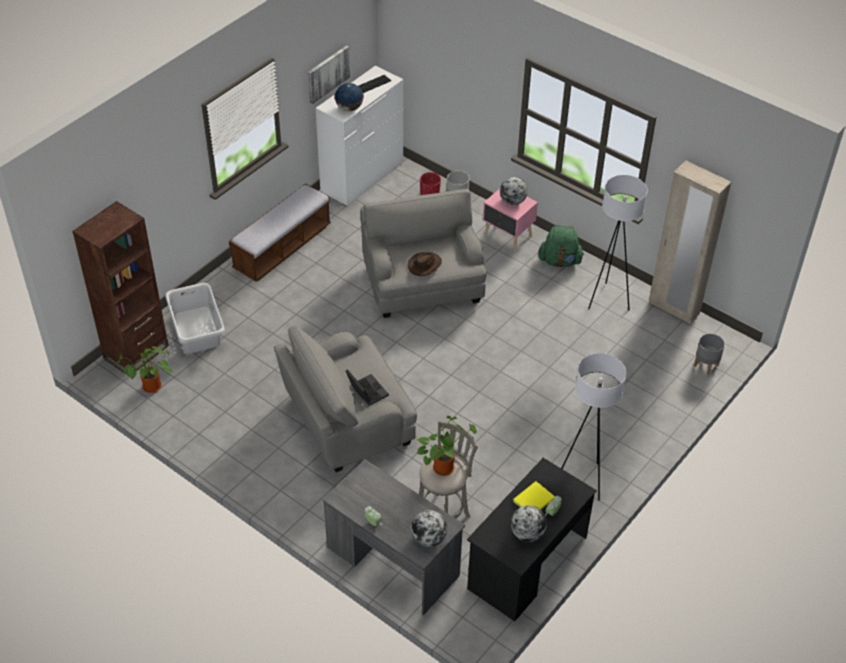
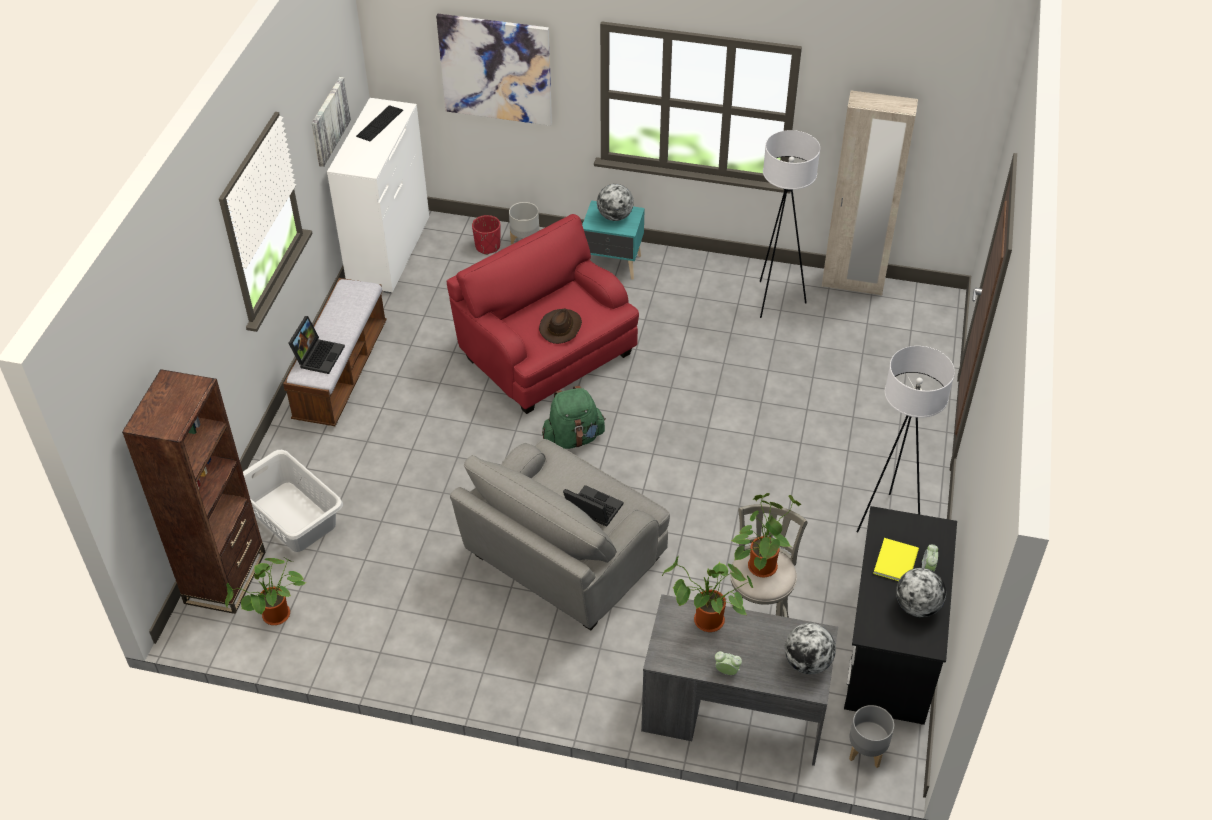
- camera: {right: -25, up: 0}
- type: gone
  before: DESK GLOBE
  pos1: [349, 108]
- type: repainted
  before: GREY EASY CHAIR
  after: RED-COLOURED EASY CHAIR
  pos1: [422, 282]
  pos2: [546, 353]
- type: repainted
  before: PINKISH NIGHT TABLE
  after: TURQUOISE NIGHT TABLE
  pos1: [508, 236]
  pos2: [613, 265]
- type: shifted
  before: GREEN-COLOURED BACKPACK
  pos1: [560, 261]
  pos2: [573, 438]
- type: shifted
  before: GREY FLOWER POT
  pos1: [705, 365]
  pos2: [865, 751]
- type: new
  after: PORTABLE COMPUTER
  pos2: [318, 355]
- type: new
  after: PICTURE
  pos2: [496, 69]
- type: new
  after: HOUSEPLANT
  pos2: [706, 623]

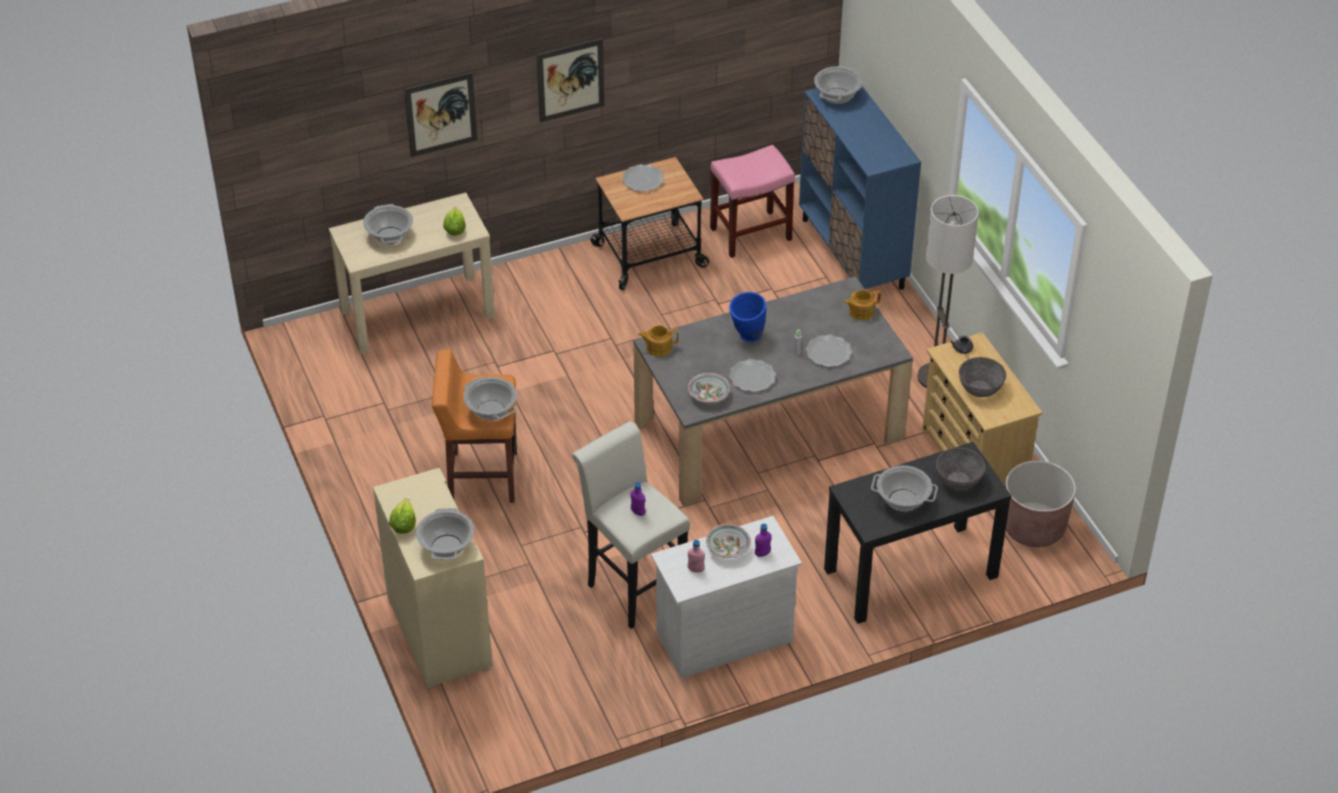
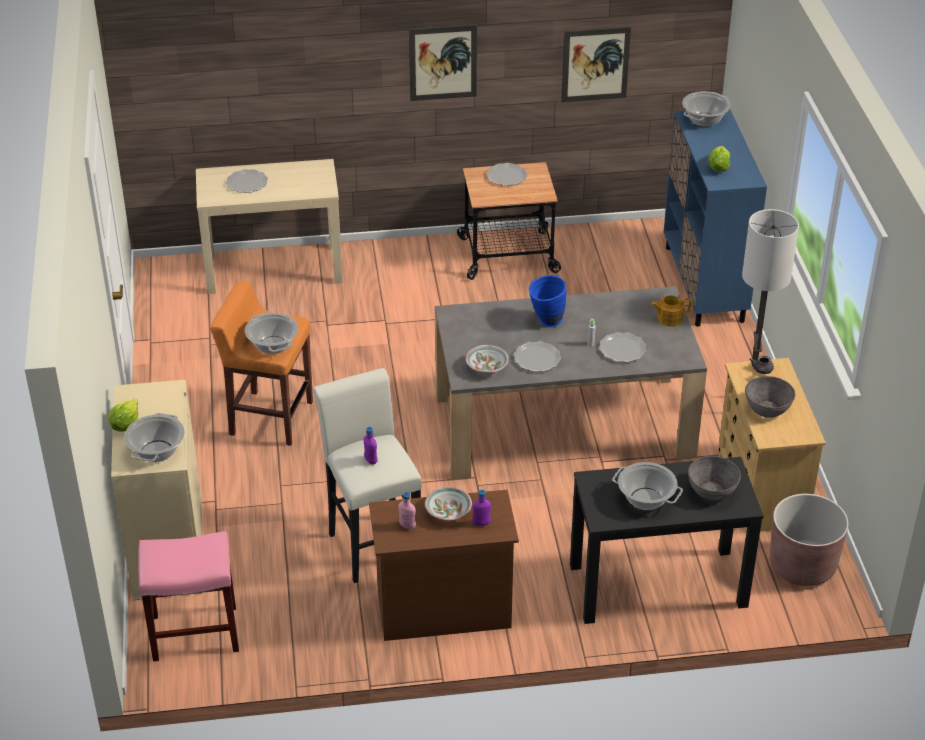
- camera: {right: 15, up: -5}
- type: swapped
  before: COOKING POT
  after: FLAT DISH
  pos1: [389, 236]
  pos2: [247, 183]
- type: shifted
  before: PICTURE
  pos1: [441, 114]
  pos2: [595, 64]
- type: shifted
  before: HEAD OF LETTUCE
  pos1: [455, 230]
  pos2: [718, 167]
- type: gone
  before: TEAPOT
  pos1: [658, 347]
- type: repainted
  before: WHITISH CHEST OF DRAWERS
  after: BROWN-COLOURED CHEST OF DRAWERS
  pos1: [723, 637]
  pos2: [443, 609]
- type: shifted
  before: PINKISH STOOL SEAT
  pos1: [751, 233]
  pos2: [196, 632]

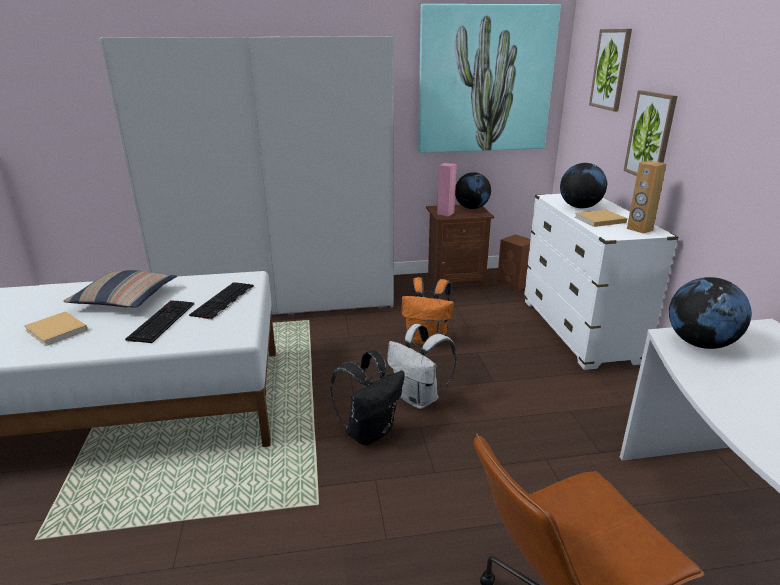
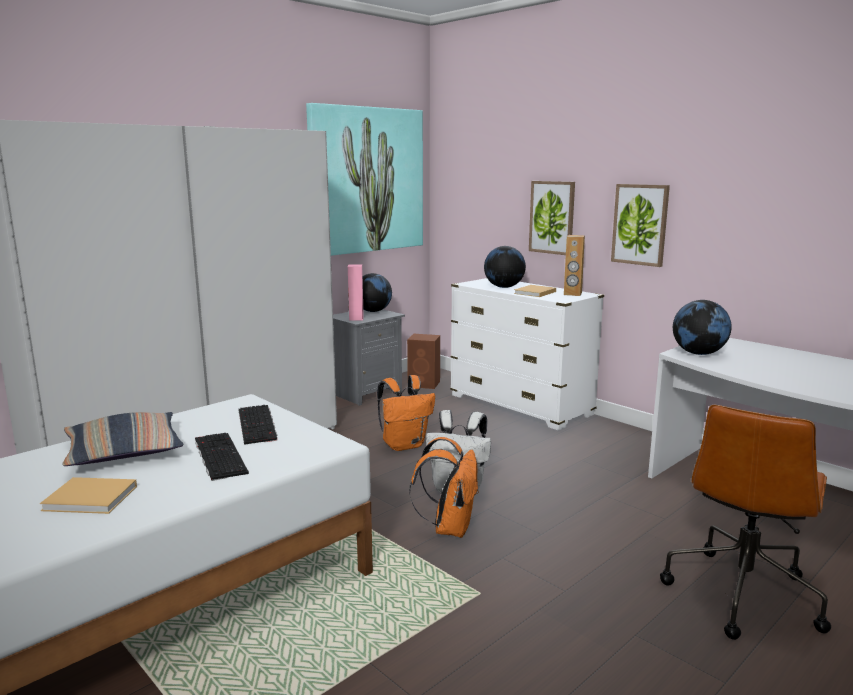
- camera: {right: -35, up: -10}
- type: repainted
  before: BLACK BACKPACK
  after: ORANGE-COLOURED BACKPACK
  pos1: [369, 432]
  pos2: [450, 527]
- type: repainted
  before: BROWN-COLOURED NIGHT TABLE
  after: GREY NIGHT TABLE
  pos1: [455, 280]
  pos2: [366, 393]
- type: shifted
  before: PICTURE
  pos1: [611, 69]
  pos2: [640, 224]

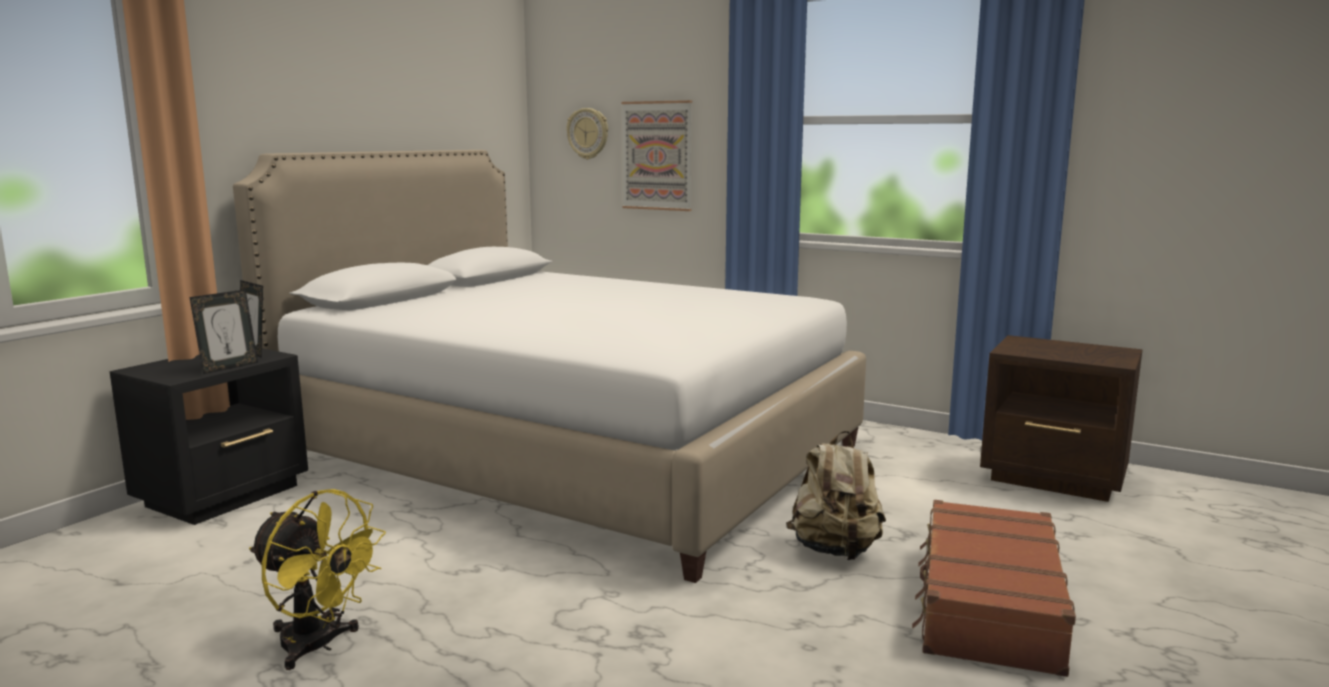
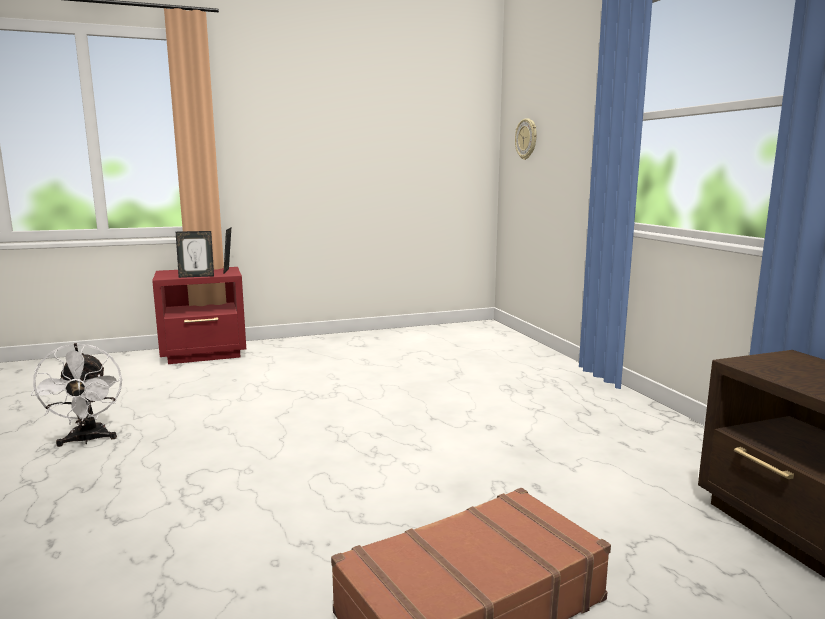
- camera: {right: 40, up: 0}
- type: repainted
  before: BLACK NIGHT TABLE
  after: RED-COLOURED NIGHT TABLE
  pos1: [226, 495]
  pos2: [205, 354]
- type: gone
  before: WHITISH SLEEPING BED
  pos1: [569, 454]
- type: repainted
  before: YELLOWISH COOLING FAN
  after: WHITISH COOLING FAN
  pos1: [319, 646]
  pos2: [87, 440]
- type: gone
  before: PICTURE
  pos1: [657, 156]
- type: gone
  before: BEIGE-COLOURED BACKPACK
  pos1: [835, 551]

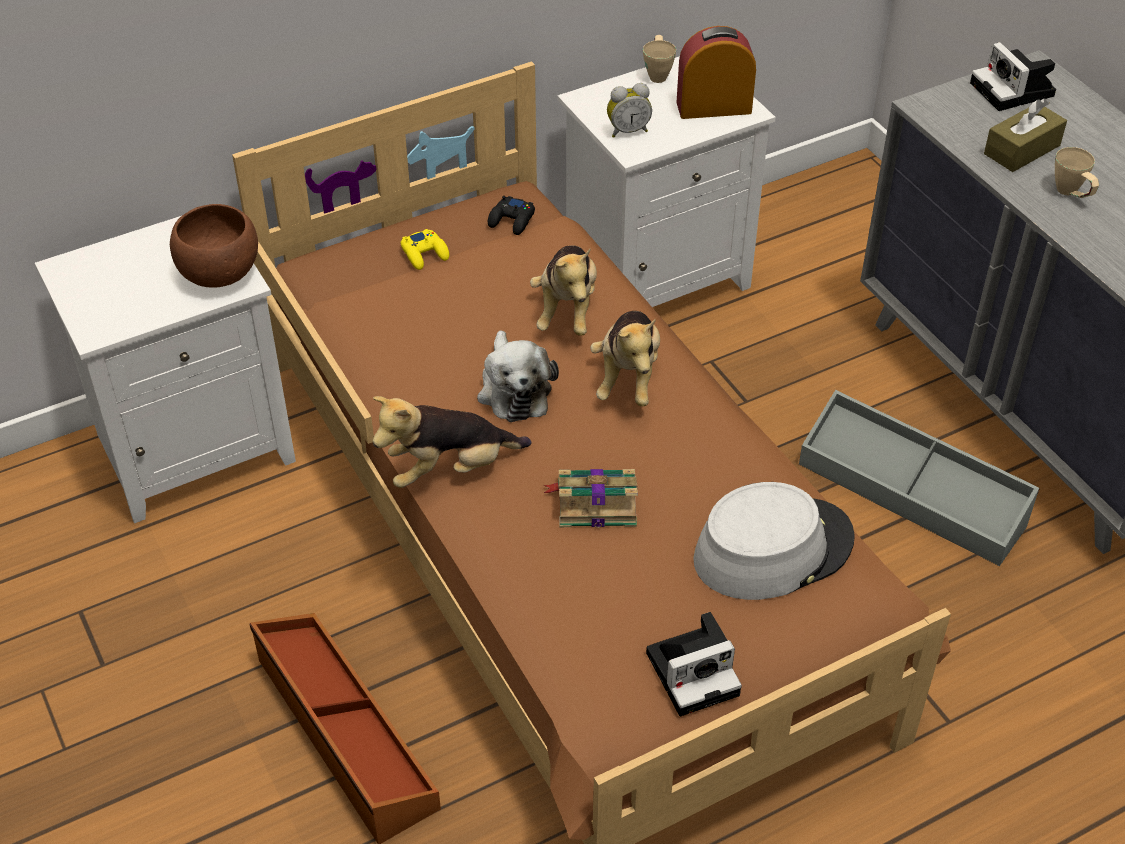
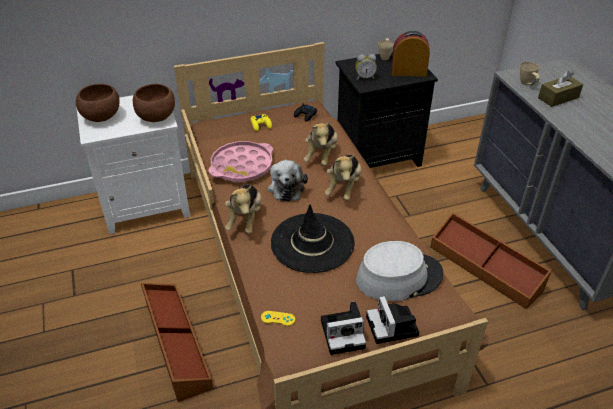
- camera: {right: 10, up: -5}
- type: rotated
  before: PLUSH TOY
  pos1: [450, 469]
  pos2: [245, 219]
  turn: -75
- type: swapped
  before: BOOK
  after: BLACK HAT
  pos1: [594, 502]
  pos2: [312, 243]
- type: repainted
  before: WHITISH NIGHT TABLE
  after: BLACK NIGHT TABLE
  pos1: [657, 275]
  pos2: [378, 156]
- type: repainted
  before: GREY STORAGE BOX
  after: BROWN-COLOURED STORAGE BOX
  pos1: [912, 493]
  pos2: [485, 268]
- type: shifted
  before: PHOTO CAMERA
  pos1: [1014, 91]
  pos2: [393, 327]
- type: shifted
  before: BEIGE-COLOURED MUG
  pos1: [1072, 194]
  pos2: [527, 84]
- type: new
  after: BROWN-COLOURED SERVING BOWL
  pos2: [101, 117]
- type: new
  after: PINKISH SERVING TRAY
  pos2: [242, 166]
- type: new
  after: YELLOWISH GAME CONTROLLER
  pos2: [278, 318]

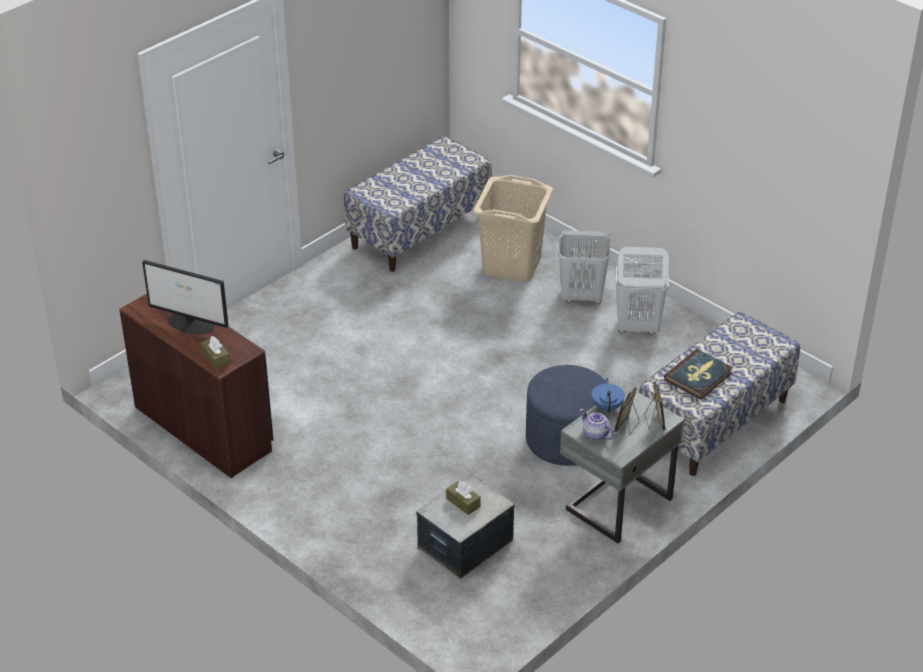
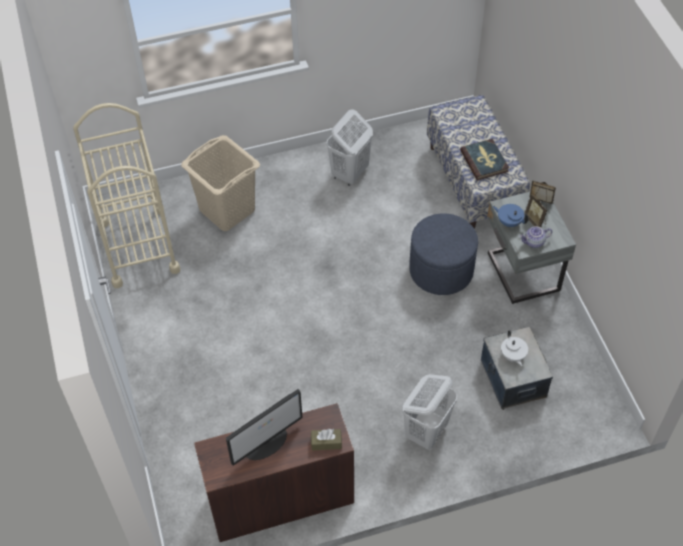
- camera: {right: -60, up: 15}
- type: swapped
  before: LONG SEAT
  after: BEIGE-COLOURED TROLLEY
  pos1: [419, 230]
  pos2: [138, 246]
- type: swapped
  before: BROWN-COLOURED TISSUE HOLDER
  after: WHITISH TEAPOT
  pos1: [463, 502]
  pos2: [512, 356]
- type: shifted
  before: WHITISH LAUNDRY BASKET
  pos1: [582, 296]
  pos2: [426, 431]

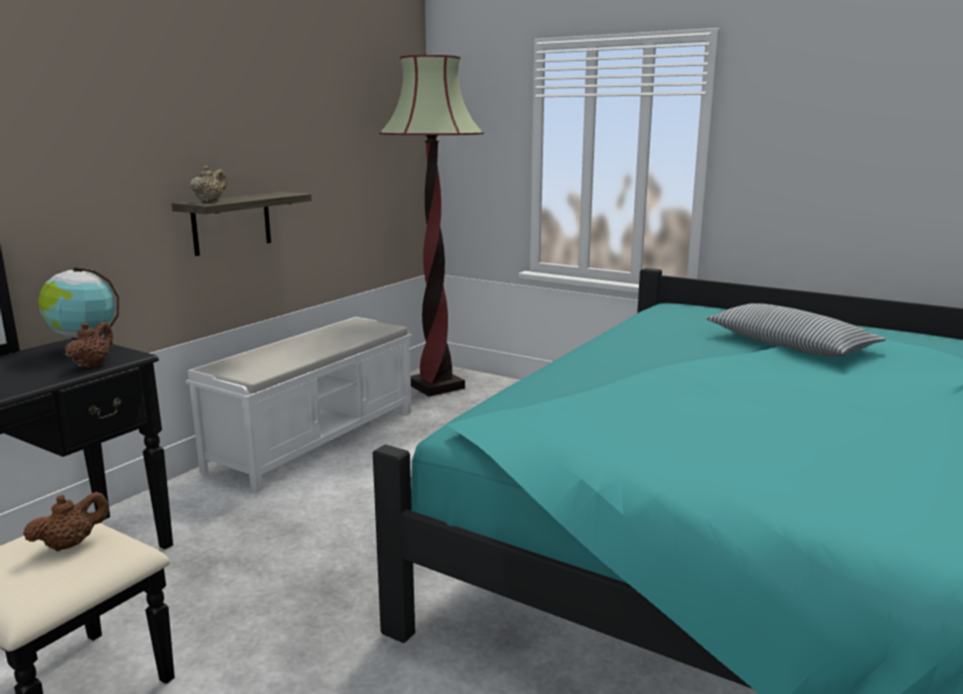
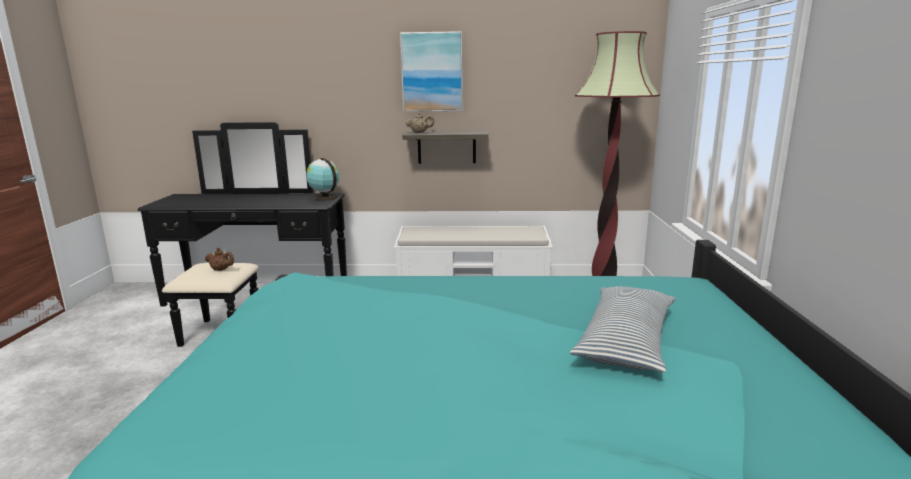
- camera: {right: 60, up: 0}
- type: gone
  before: BROWN-COLOURED TEAPOT
  pos1: [92, 364]
- type: new
  after: PICTURE
  pos2: [432, 72]

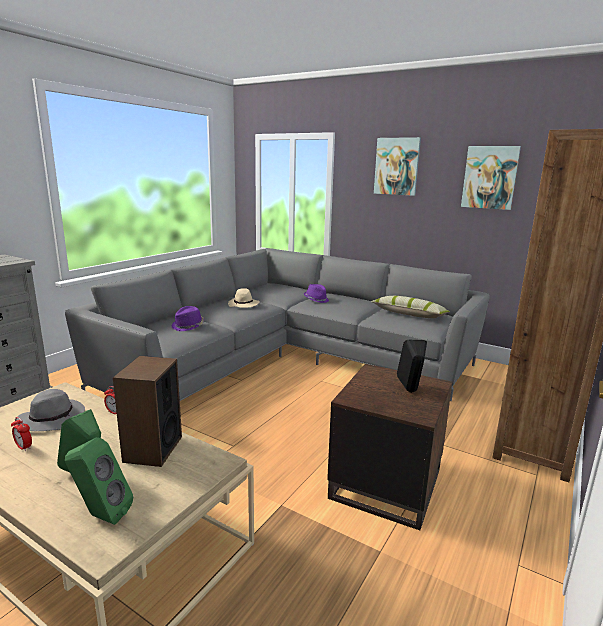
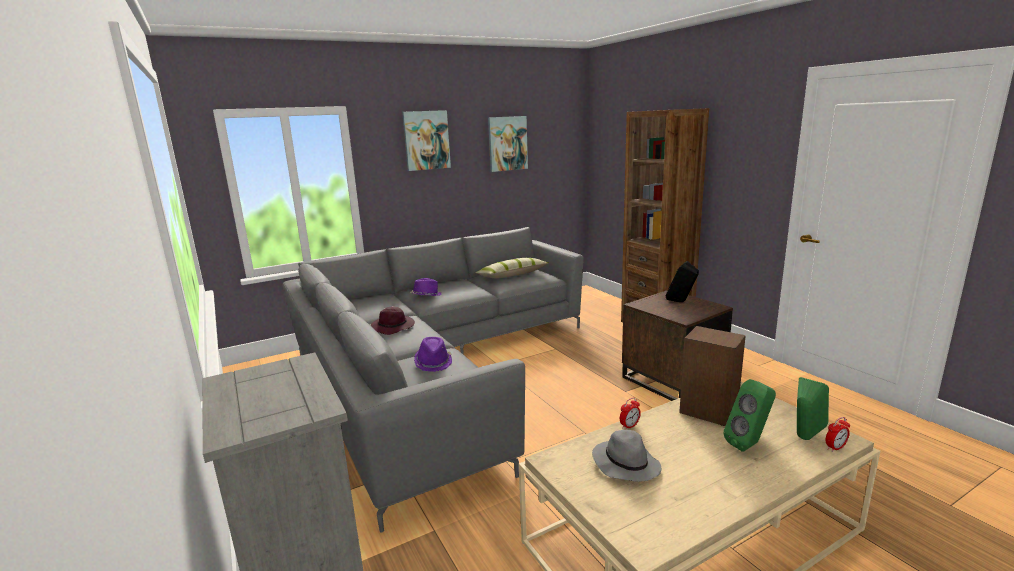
- camera: {right: -60, up: 0}
- type: shifted
  before: TABLE CLOCK
  pos1: [24, 447]
  pos2: [835, 448]
- type: repainted
  before: BEIGE-COLOURED HAT
  after: PURPLISH HAT
  pos1: [244, 305]
  pos2: [394, 327]

